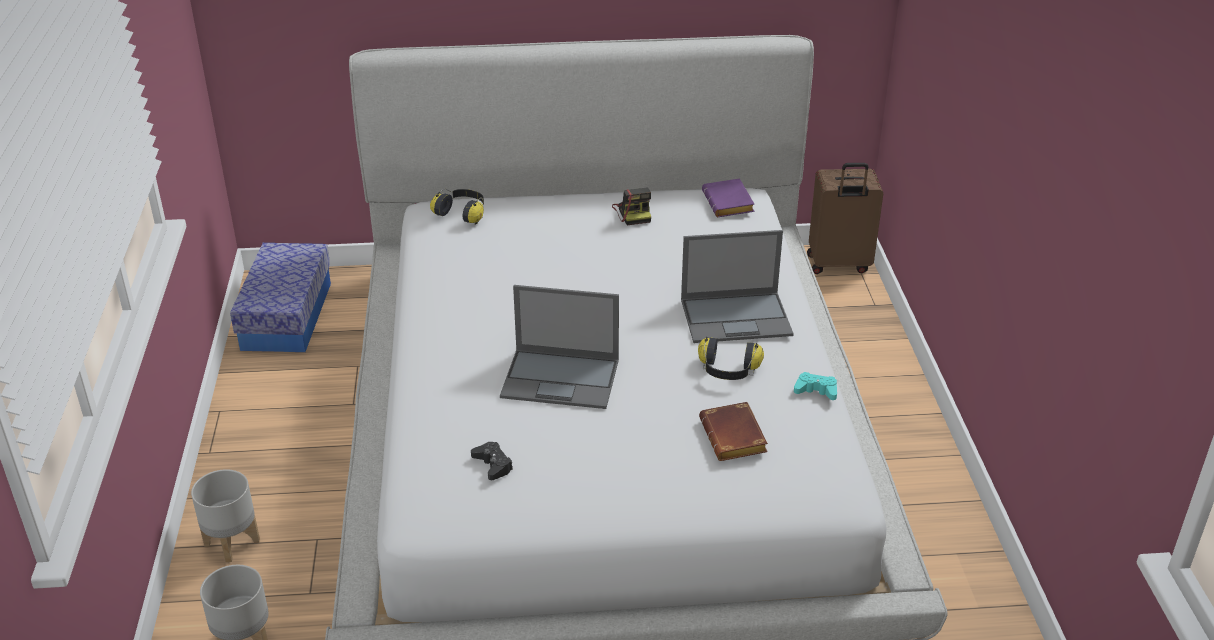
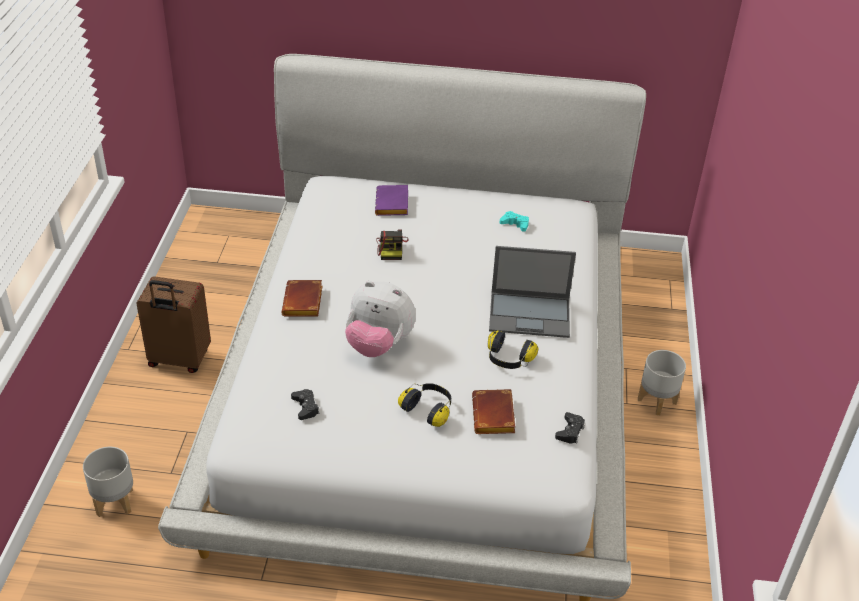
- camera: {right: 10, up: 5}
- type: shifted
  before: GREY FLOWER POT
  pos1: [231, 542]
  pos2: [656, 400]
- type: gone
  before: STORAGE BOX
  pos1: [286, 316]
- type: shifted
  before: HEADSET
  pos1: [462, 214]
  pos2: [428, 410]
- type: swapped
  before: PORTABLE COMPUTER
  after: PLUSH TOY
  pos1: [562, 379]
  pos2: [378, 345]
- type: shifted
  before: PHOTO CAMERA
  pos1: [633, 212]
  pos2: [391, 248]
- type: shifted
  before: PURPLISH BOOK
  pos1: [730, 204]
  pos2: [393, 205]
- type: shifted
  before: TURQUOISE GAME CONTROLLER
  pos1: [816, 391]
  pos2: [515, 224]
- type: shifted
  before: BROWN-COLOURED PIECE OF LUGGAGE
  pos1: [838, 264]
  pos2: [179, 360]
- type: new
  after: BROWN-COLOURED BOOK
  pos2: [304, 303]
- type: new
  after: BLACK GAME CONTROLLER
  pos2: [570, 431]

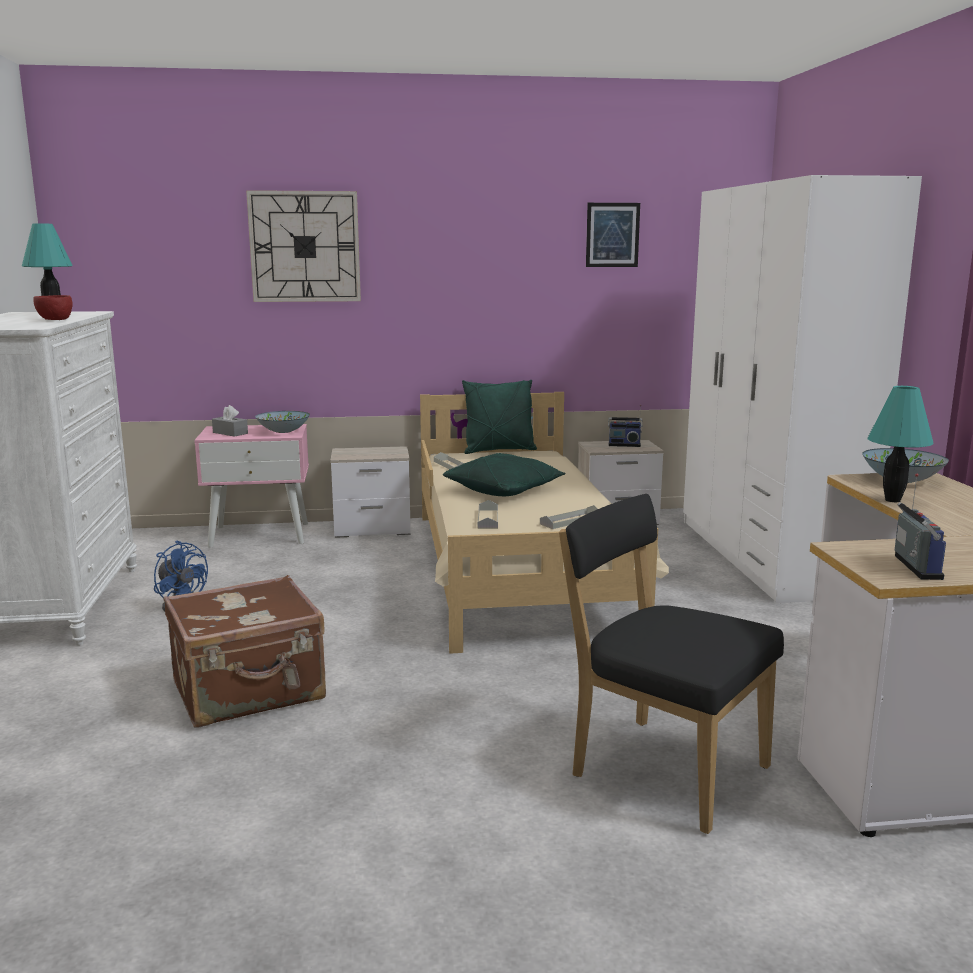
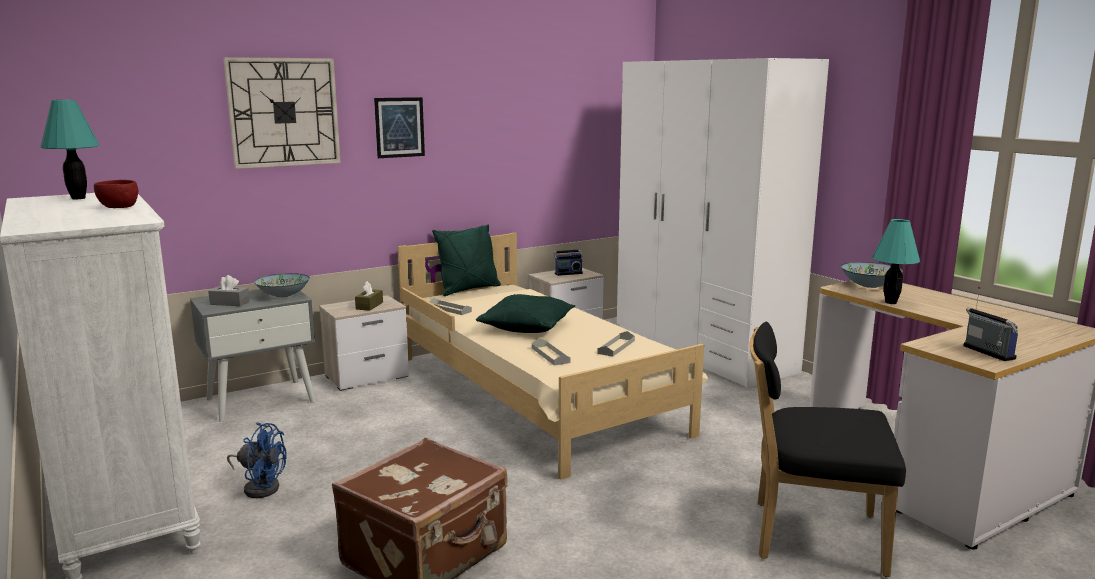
- camera: {right: -25, up: 0}
- type: repainted
  before: PINKISH NIGHT TABLE
  after: GREY NIGHT TABLE
  pos1: [260, 534]
  pos2: [261, 400]
- type: shifted
  before: PICTURE
  pos1: [612, 235]
  pos2: [399, 127]
- type: new
  after: BROWN-COLOURED TISSUE HOLDER
  pos2: [369, 306]

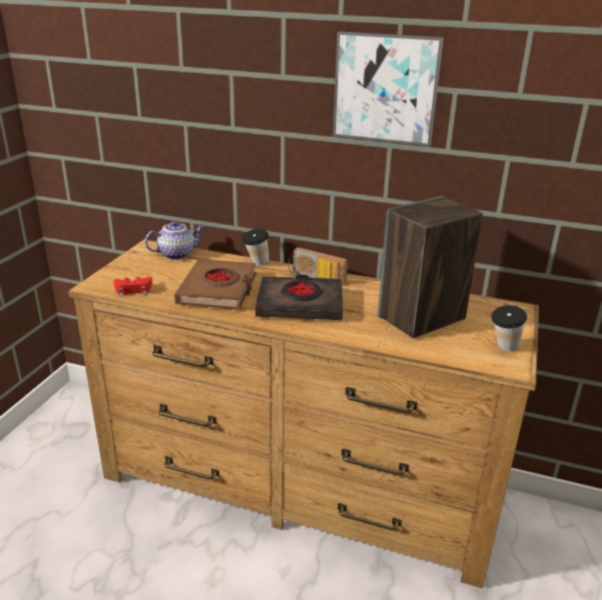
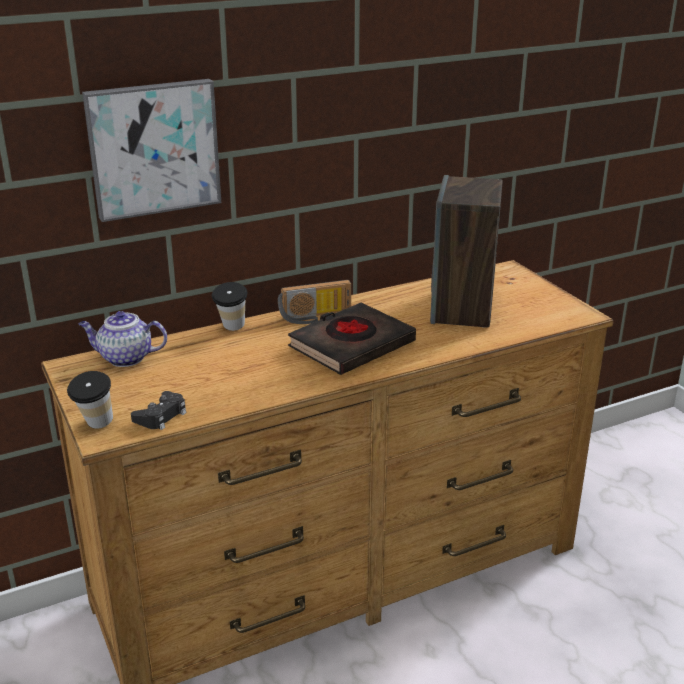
- camera: {right: -45, up: 0}
- type: repainted
  before: RED-COLOURED GAME CONTROLLER
  after: BLACK GAME CONTROLLER
  pos1: [133, 290]
  pos2: [161, 416]
- type: rotated
  before: TEAPOT
  pos1: [177, 254]
  pos2: [125, 358]
  turn: -105
- type: gone
  before: BROWN-COLOURED BOOK
  pos1: [218, 290]
- type: shifted
  before: PICTURE
  pos1: [386, 88]
  pos2: [153, 148]
- type: shifted
  before: DRINKING CUP
  pos1: [503, 348]
  pos2: [96, 426]

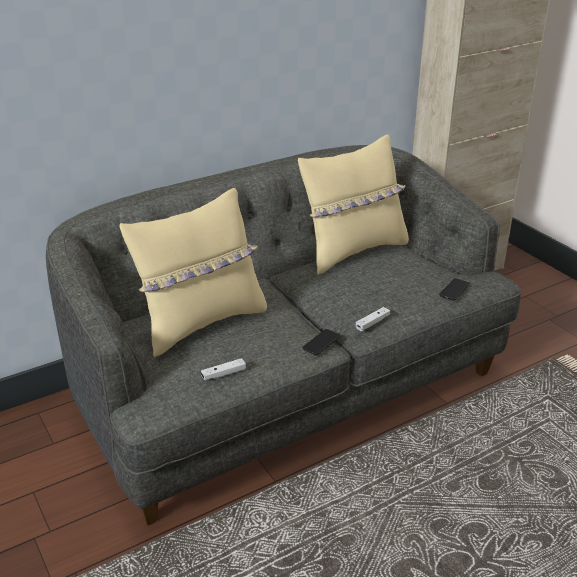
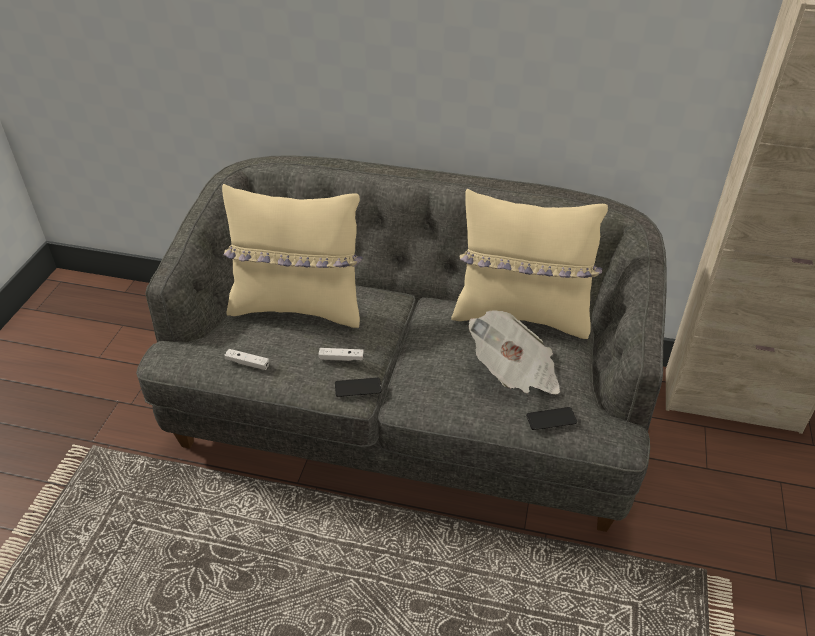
- camera: {right: 45, up: 10}
- type: shifted
  before: WHITISH GAME CONTROLLER
  pos1: [372, 323]
  pos2: [341, 358]
- type: new
  after: PRINTED PAPER
  pos2: [514, 372]

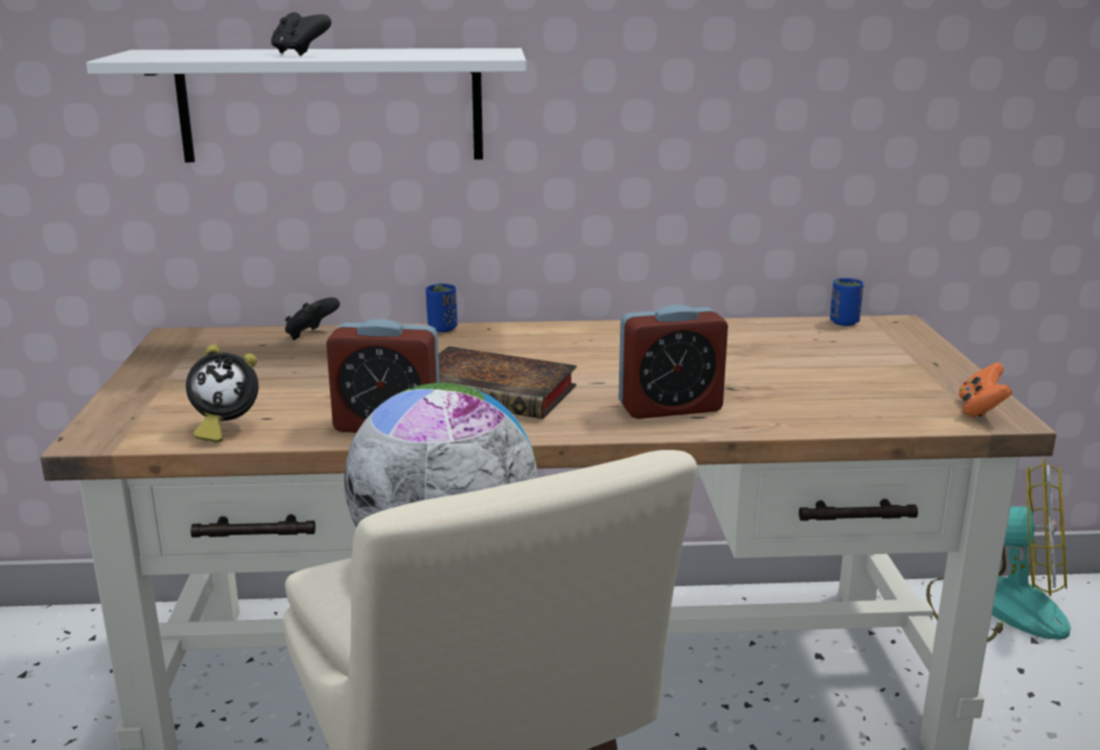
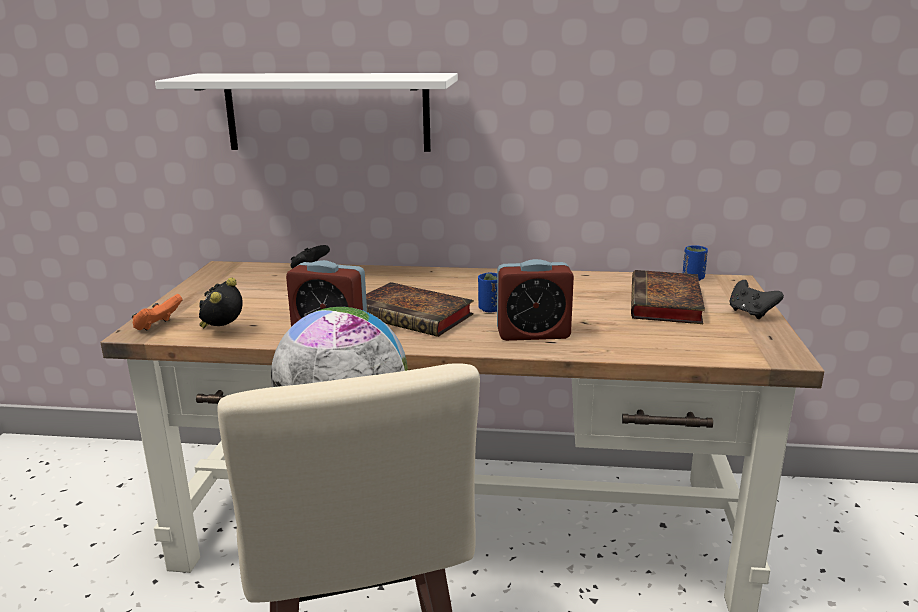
- camera: {right: 10, up: 0}
- type: rotated
  before: TABLE CLOCK
  pos1: [224, 428]
  pos2: [223, 330]
  turn: 105
- type: shifted
  before: BLACK GAME CONTROLLER
  pos1: [299, 54]
  pos2: [750, 313]
- type: shifted
  before: BLUE-COLOURED DRINKING CUP
  pos1: [442, 328]
  pos2: [490, 309]
- type: gone
  before: COOLING FAN
  pos1: [997, 606]
- type: shifted
  before: ORANGE-COLOURED GAME CONTROLLER
  pos1: [980, 410]
  pos2: [158, 326]
- type: new
  after: BOOK
  pos2: [666, 304]

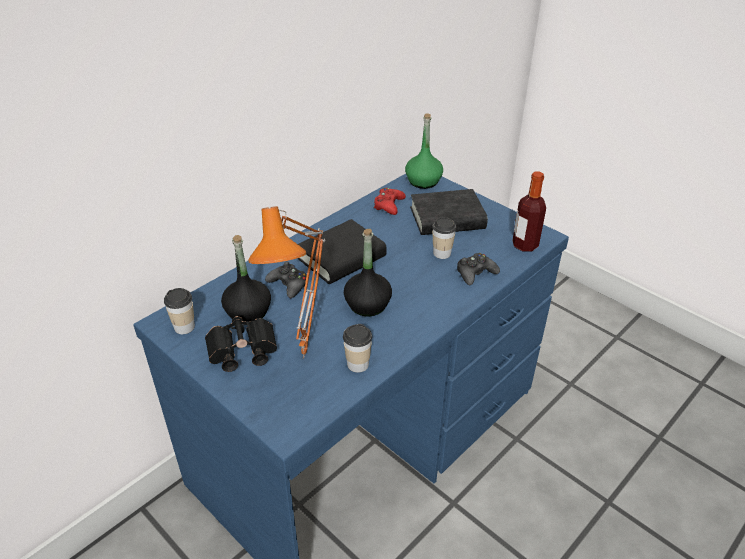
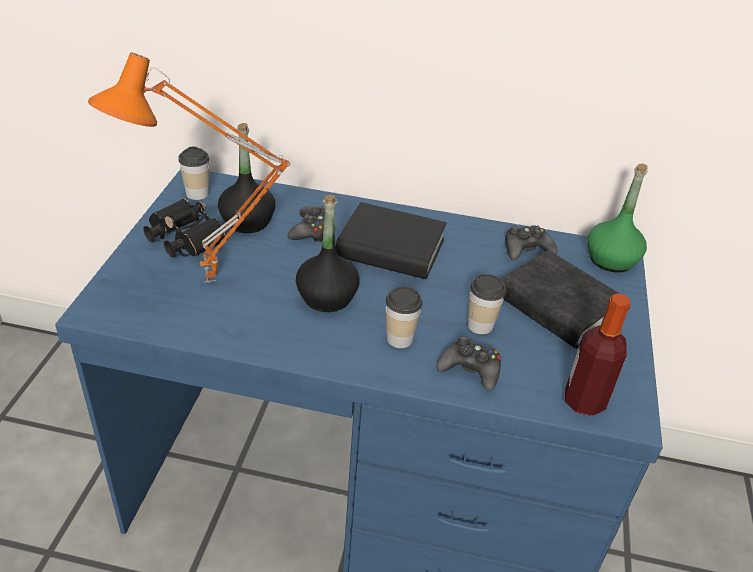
- camera: {right: 55, up: 0}
- type: shifted
  before: DRINKING CUP
  pos1: [357, 364]
  pos2: [399, 338]
- type: repainted
  before: RED-COLOURED GAME CONTROLLER
  after: BLACK GAME CONTROLLER
  pos1: [388, 205]
  pos2: [526, 249]

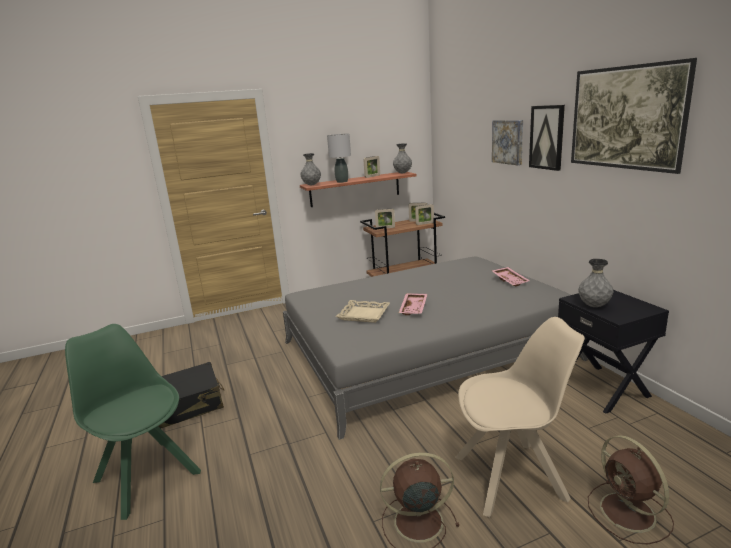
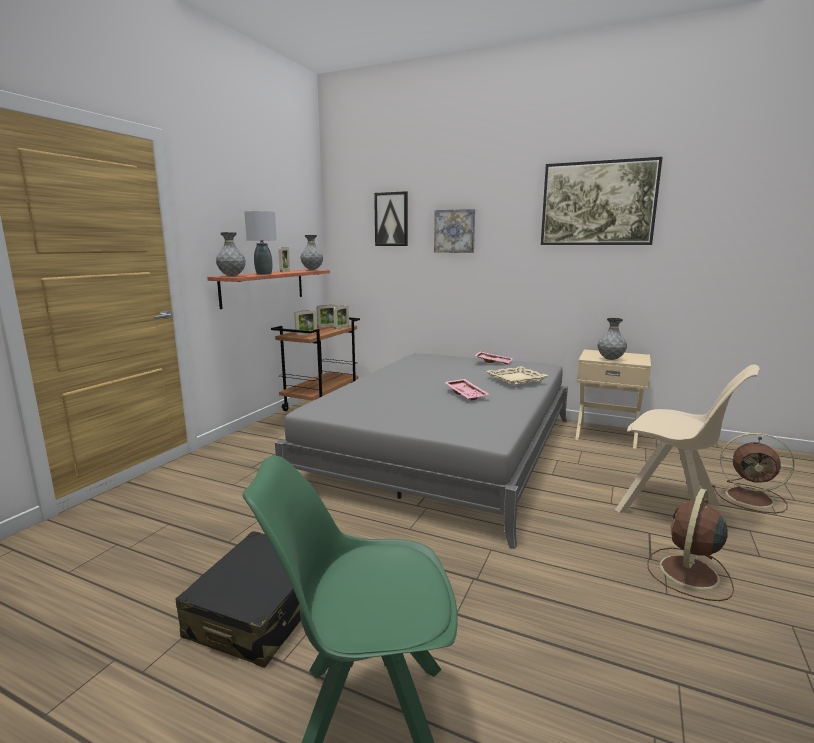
- camera: {right: -45, up: -5}
- type: shifted
  before: BEIGE-COLOURED SERVING TRAY
  pos1: [364, 314]
  pos2: [516, 379]
- type: rotated
  before: BEIGE-COLOURED CHAIR
  pos1: [512, 477]
  pos2: [671, 509]
  turn: 90
- type: shifted
  before: PICTURE
  pos1: [547, 137]
  pos2: [391, 219]
- type: repainted
  before: BLACK NIGHT TABLE
  after: BEIGE-COLOURED NIGHT TABLE
  pos1: [603, 388]
  pos2: [606, 434]

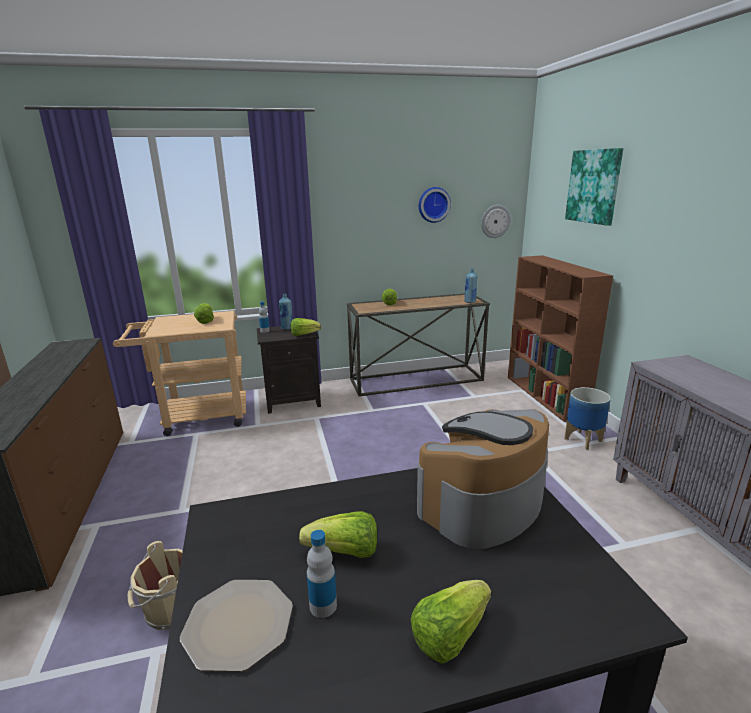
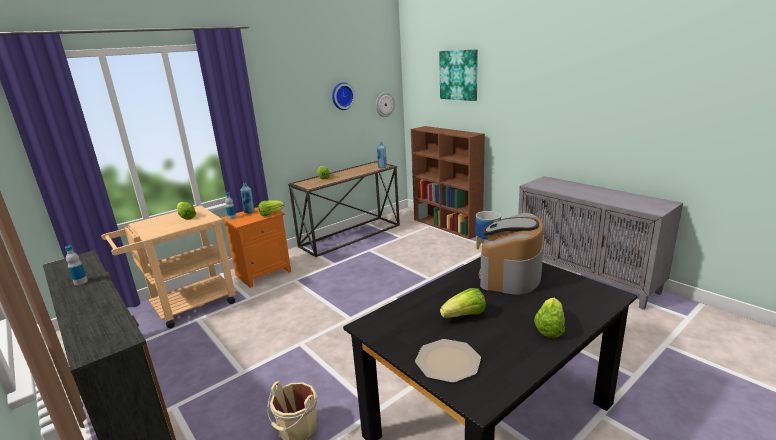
- camera: {right: -25, up: 0}
- type: repainted
  before: BLACK NIGHT TABLE
  after: ORANGE-COLOURED NIGHT TABLE
  pos1: [293, 400]
  pos2: [263, 273]
- type: shifted
  before: DRINK BOTTLE
  pos1: [323, 606]
  pos2: [80, 282]

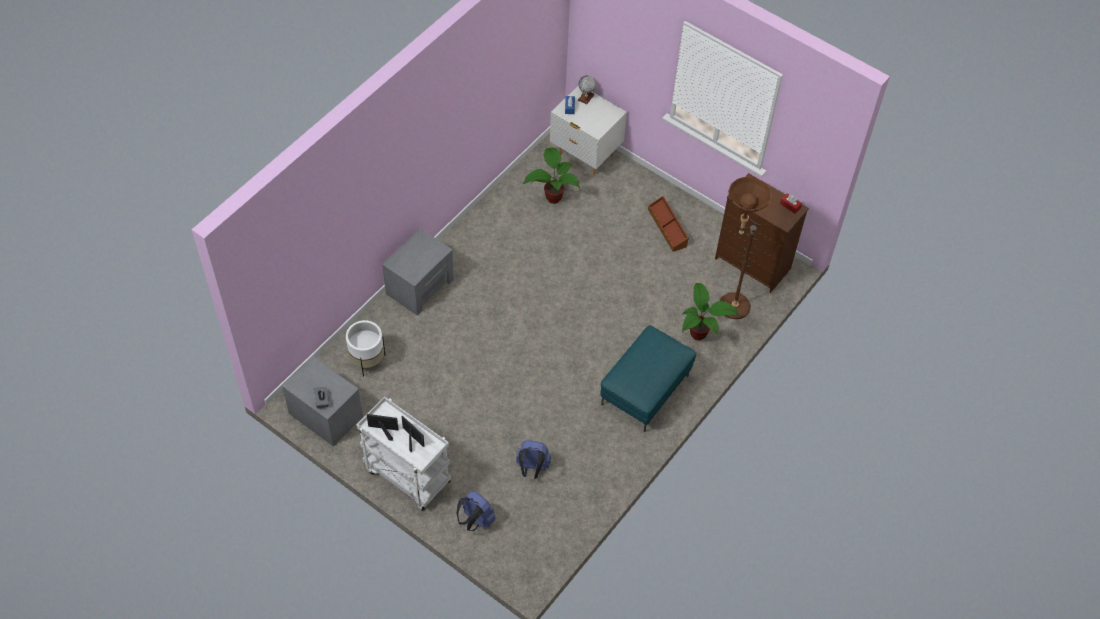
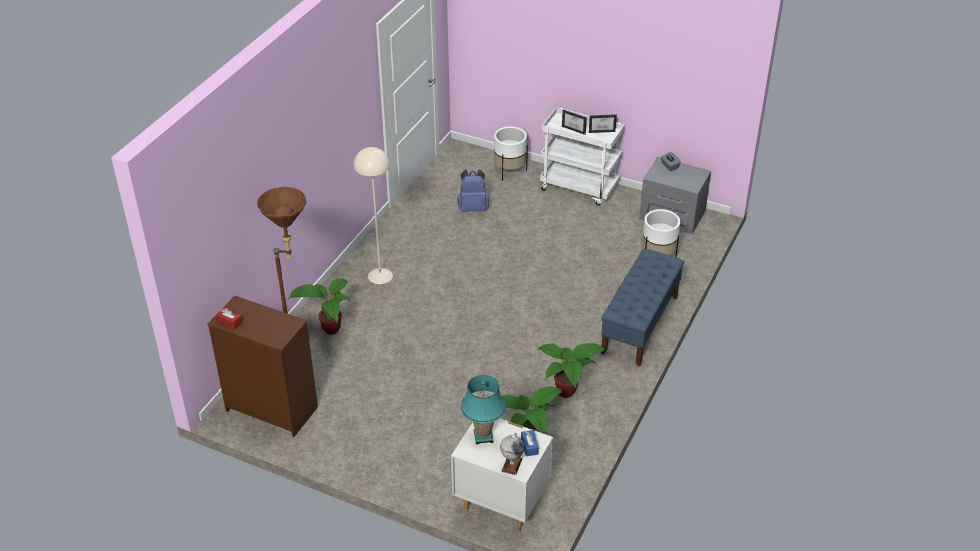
- camera: {right: 170, up: -15}
- type: swapped
  before: GREY NIGHT TABLE
  after: BLUE-COLOURED LONG SEAT
  pos1: [420, 286]
  pos2: [640, 325]
- type: swapped
  before: BLUE-COLOURED BACKPACK
  after: WHITISH FLOWER POT
  pos1: [475, 520]
  pos2: [510, 171]
- type: swapped
  before: TURQUOISE FOOTREST
  after: BEIGE-COLOURED STANDARD LAMP
  pos1: [645, 391]
  pos2: [380, 275]
- type: gone
  before: BROWN-COLOURED STORAGE BOX
  pos1: [668, 227]
- type: new
  after: TURQUOISE LAMP FOR A TABLE
  pos2: [483, 436]
- type: new
  after: HOUSEPLANT
  pos2: [567, 394]

